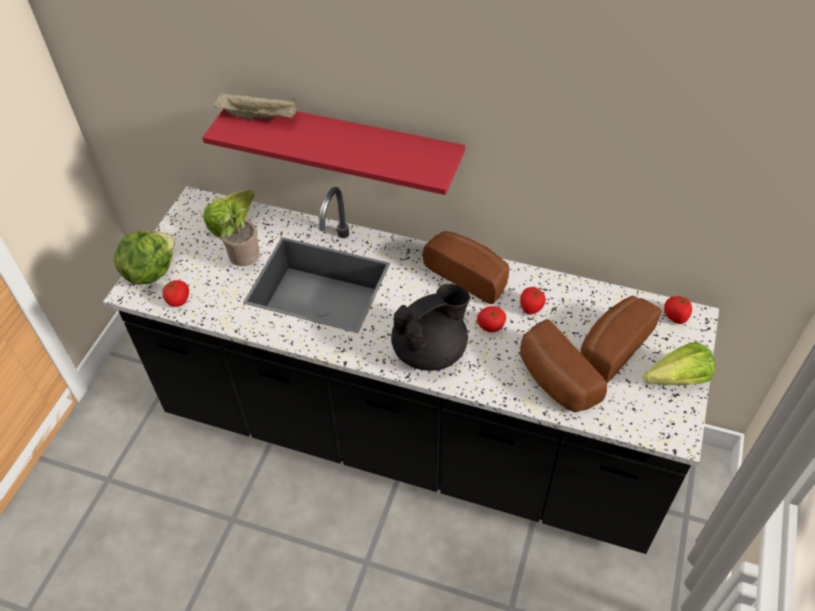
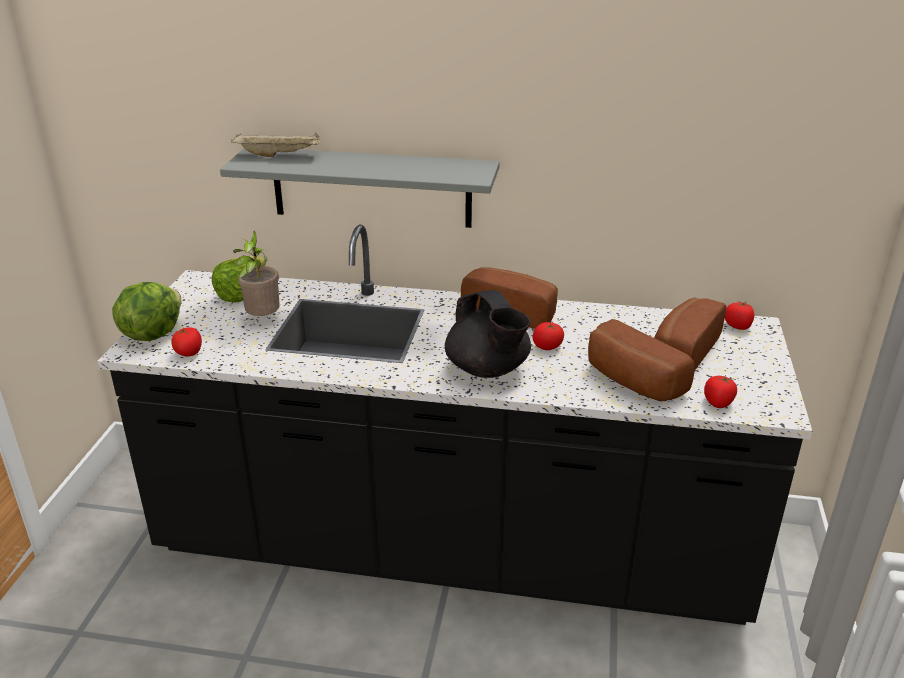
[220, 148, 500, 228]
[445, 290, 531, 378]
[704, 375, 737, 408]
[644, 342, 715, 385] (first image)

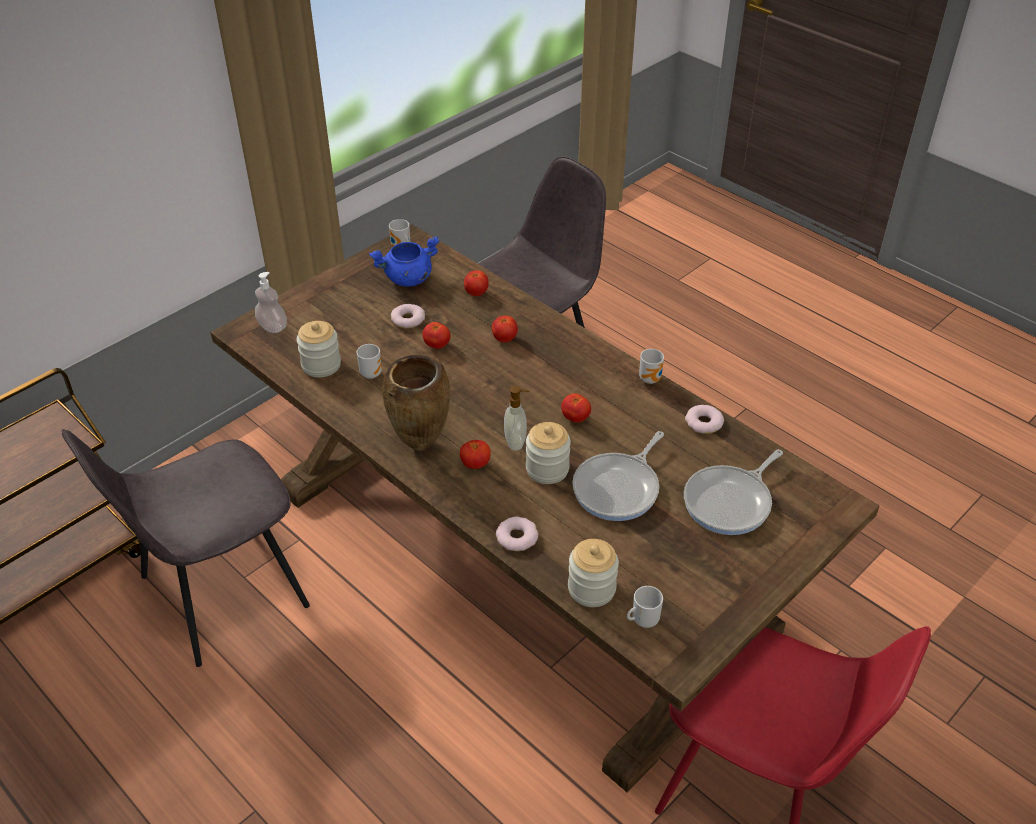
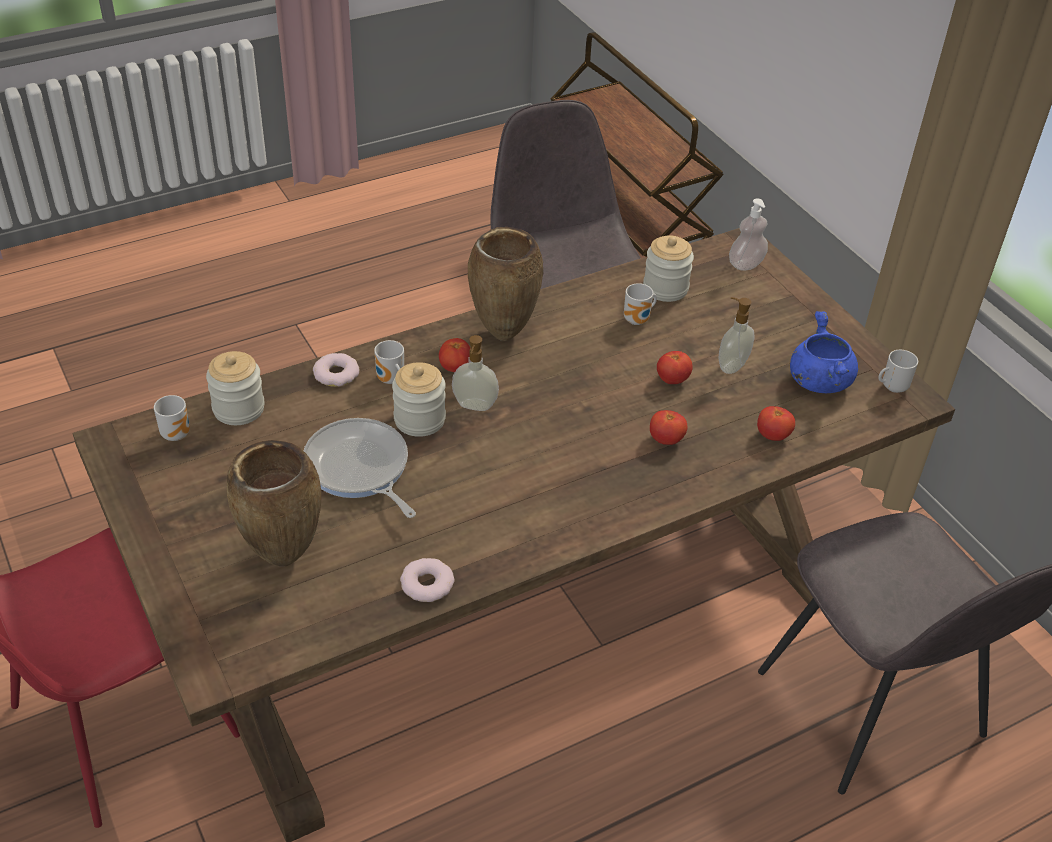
[226, 440, 321, 567]
[374, 340, 404, 384]
[719, 297, 755, 374]
[561, 393, 591, 423] (first image)

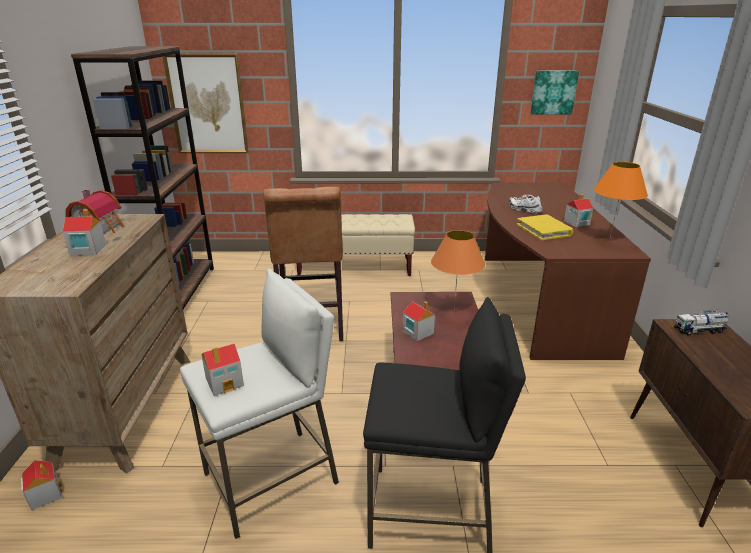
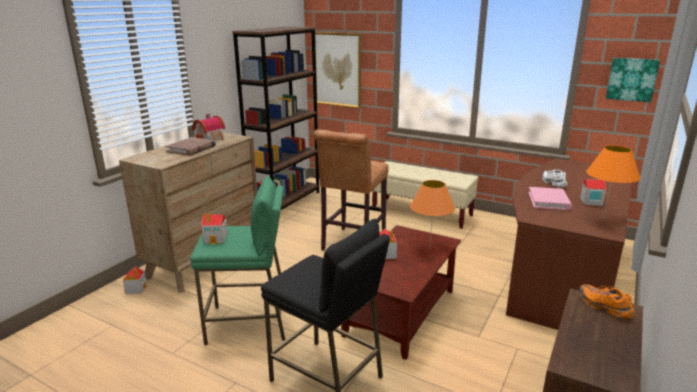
[165, 137, 216, 156]
[190, 176, 285, 345]
[528, 187, 572, 210]
[579, 284, 634, 319]

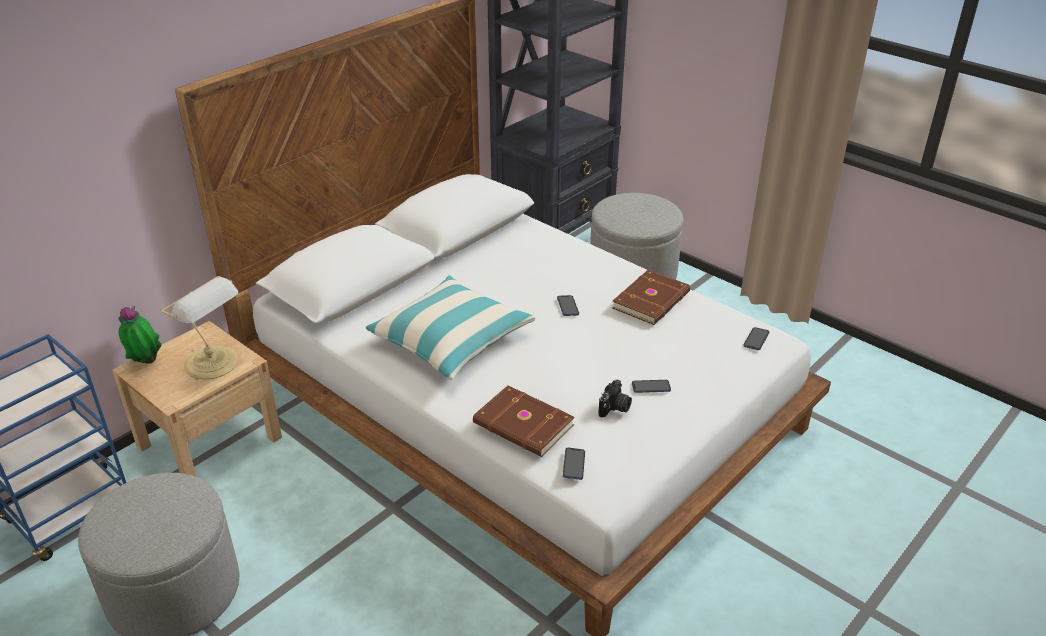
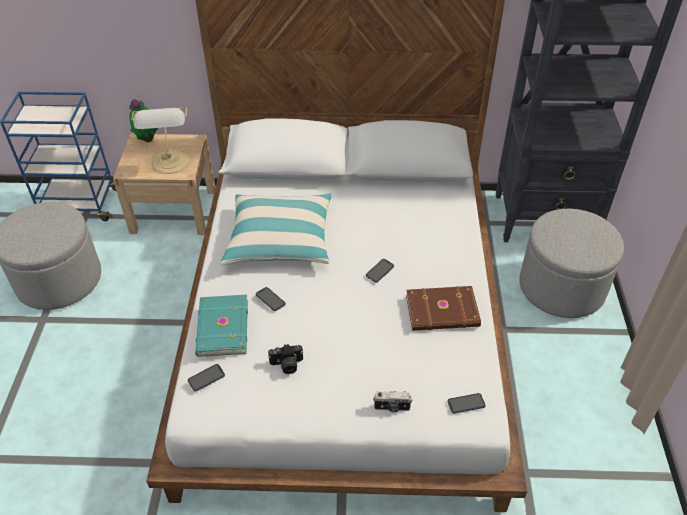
[195, 295, 248, 357]
[256, 287, 286, 311]
[373, 391, 413, 412]

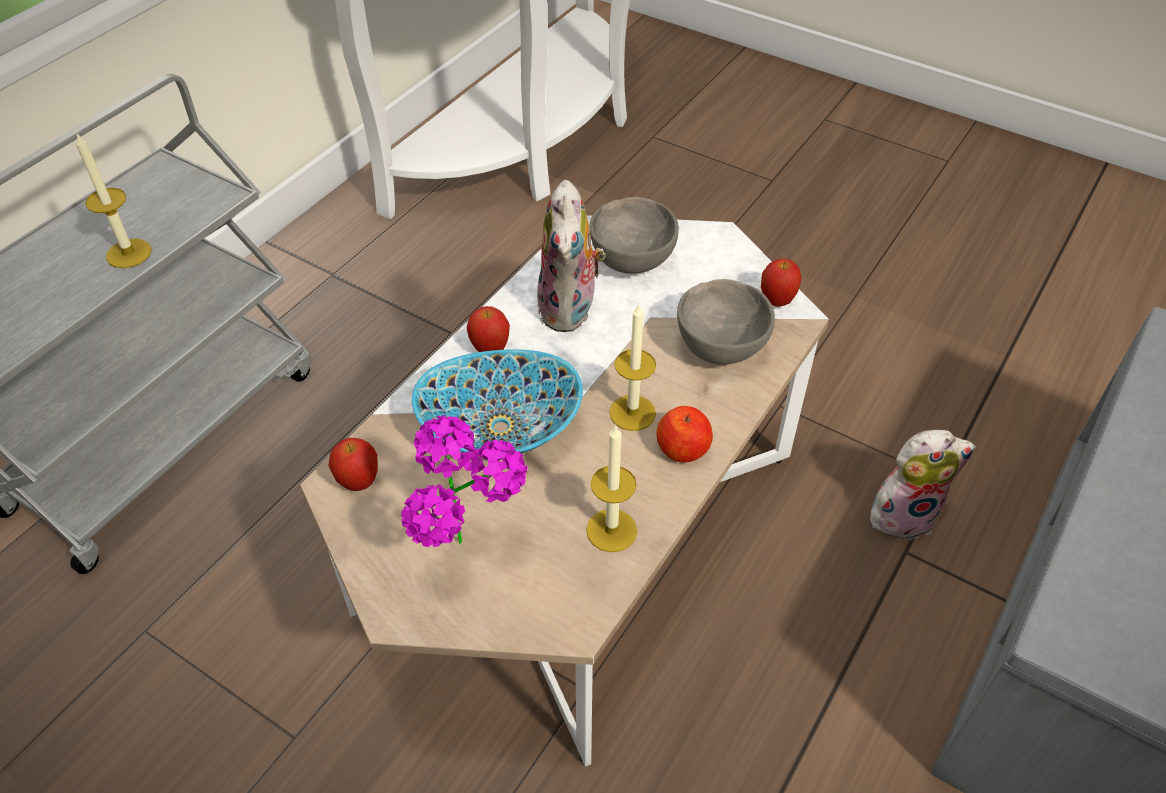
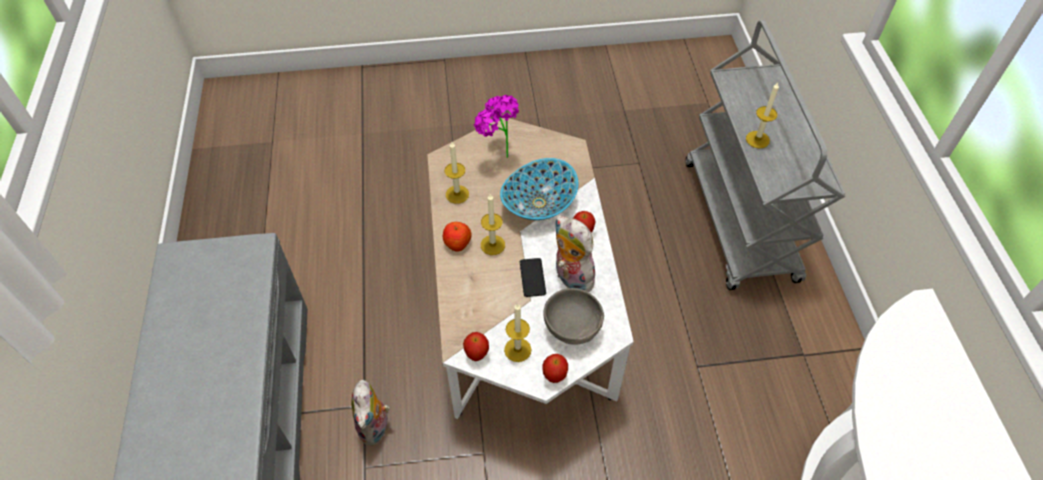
[351, 380, 390, 445]
[504, 303, 531, 362]
[520, 258, 546, 297]
[542, 354, 568, 383]
[677, 279, 775, 365] (first image)

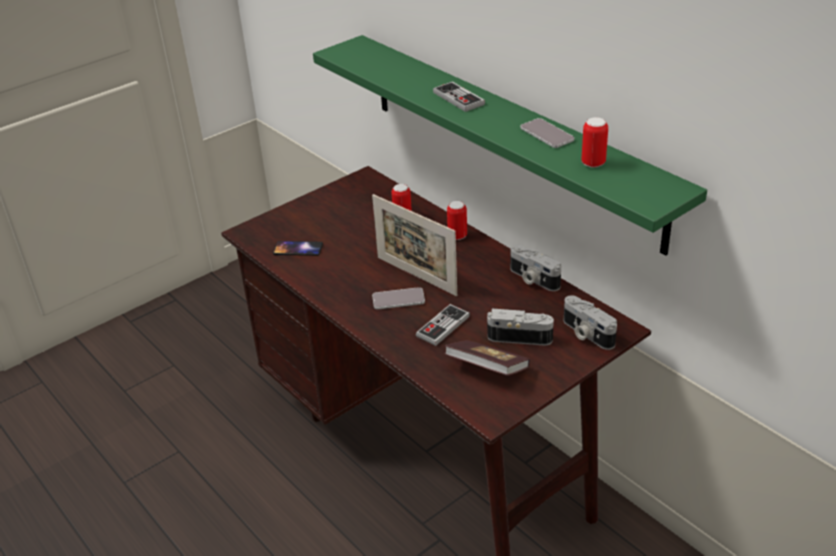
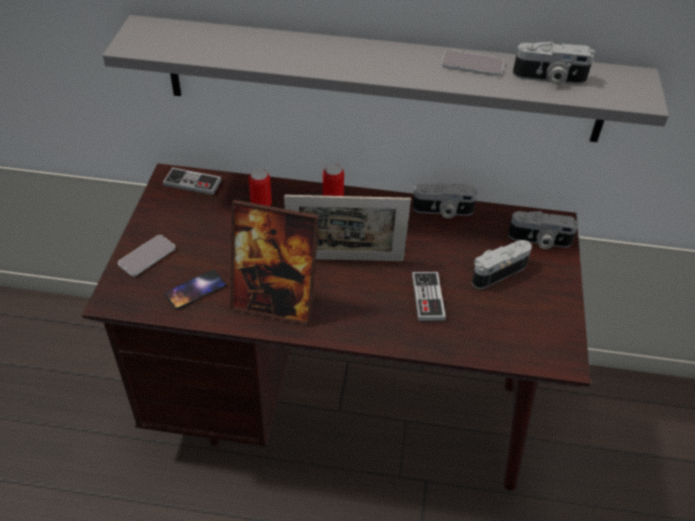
[103, 15, 669, 142]
[118, 235, 176, 276]
[163, 167, 221, 195]
[230, 200, 319, 326]
[513, 41, 595, 85]
[444, 340, 530, 376] (first image)

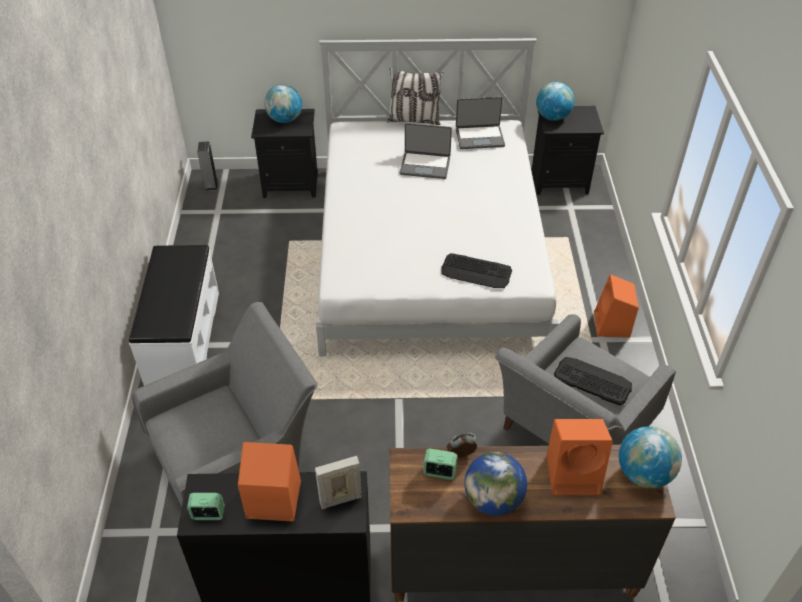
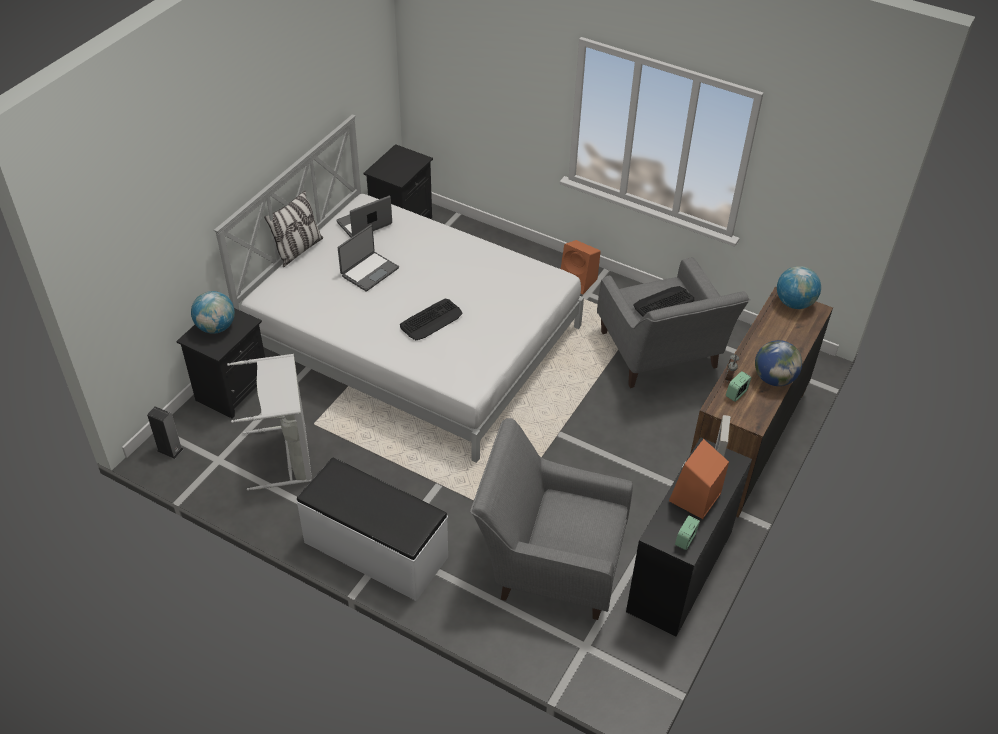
[227, 354, 312, 491]
[337, 196, 392, 238]
[400, 299, 463, 340]
[470, 418, 633, 620]
[536, 82, 574, 121] (first image)
[547, 419, 613, 495] (first image)

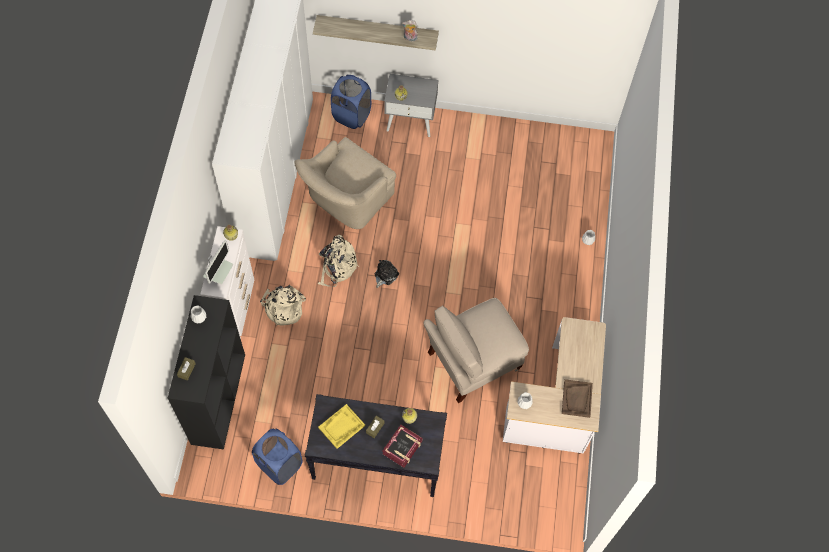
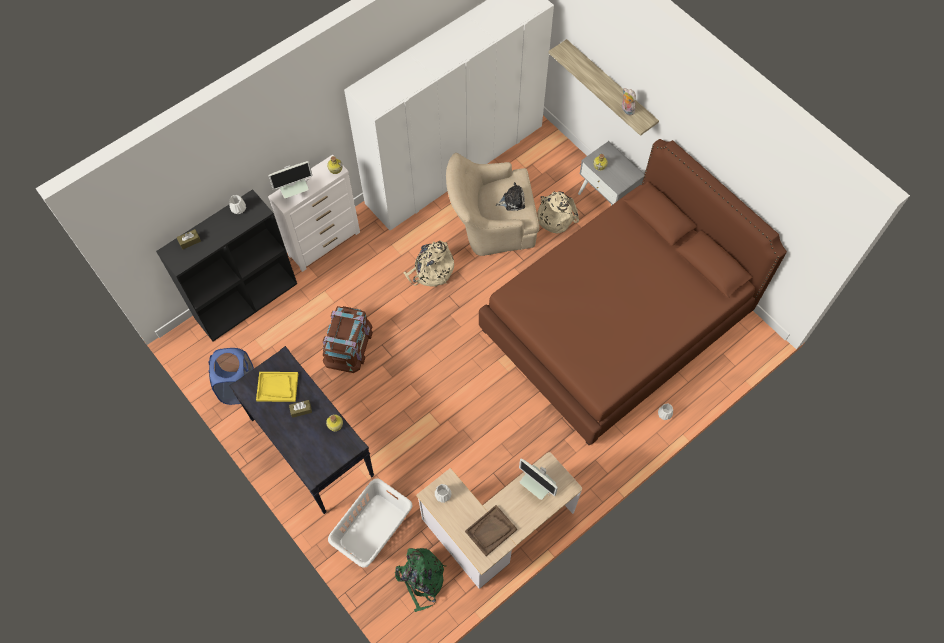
[323, 306, 373, 373]
[328, 479, 412, 568]
[395, 548, 447, 612]
[479, 139, 787, 445]
[496, 182, 525, 211]
[519, 458, 558, 500]
[537, 191, 579, 234]
[331, 75, 371, 129] (first image)
[382, 425, 423, 468] (first image)
[423, 298, 529, 403] (first image)

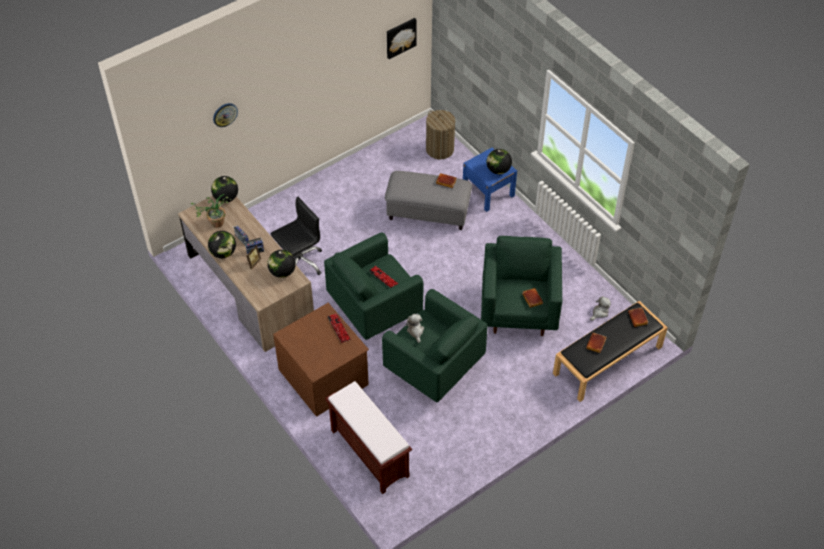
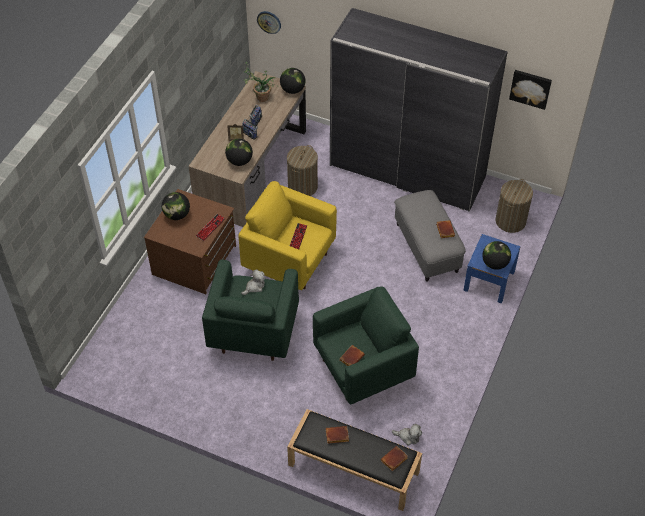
[162, 192, 190, 220]
[238, 181, 337, 290]
[257, 11, 281, 34]
[287, 145, 318, 196]
[330, 8, 508, 212]
[325, 381, 412, 494] (first image)

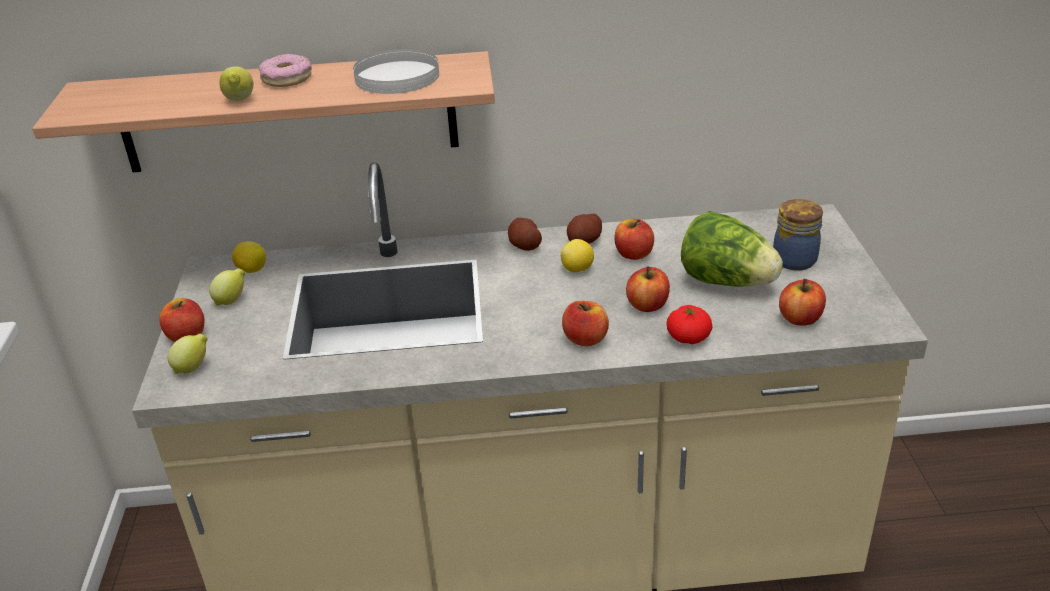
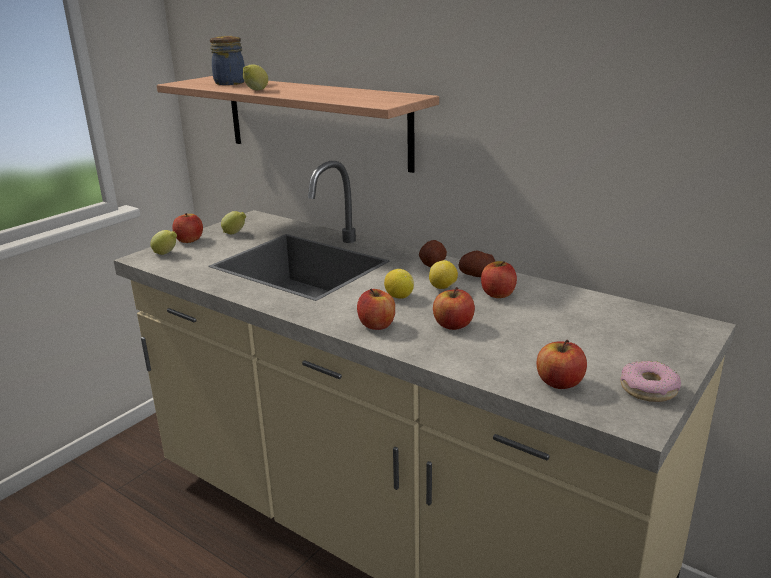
[210, 36, 245, 85]
[384, 269, 414, 299]
[620, 361, 681, 402]
[353, 49, 439, 94] (first image)
[666, 305, 713, 344] (first image)
[681, 211, 783, 286] (first image)

